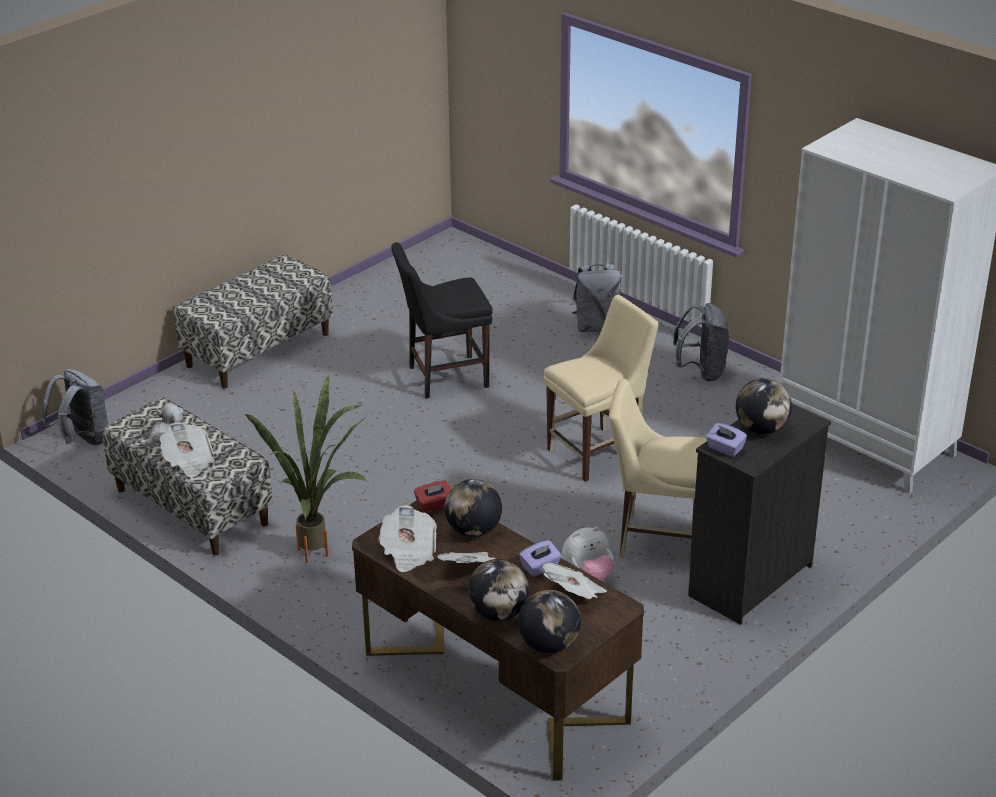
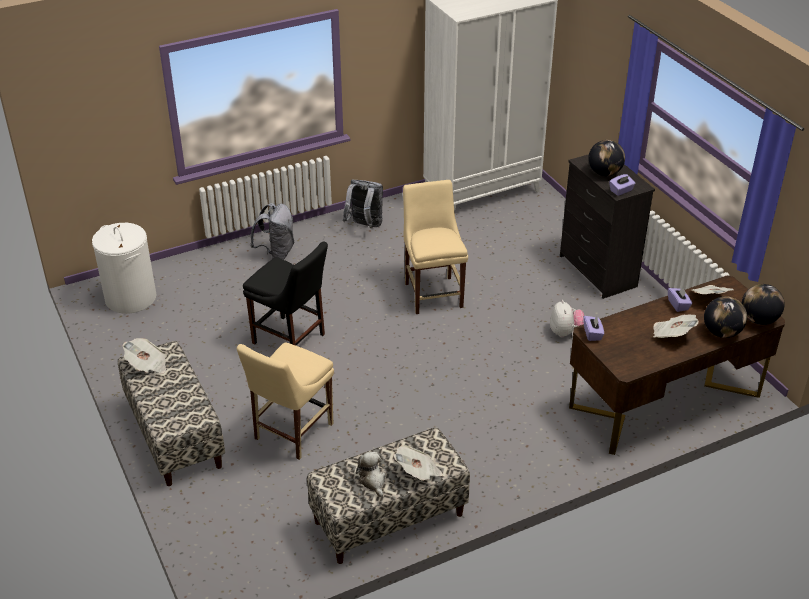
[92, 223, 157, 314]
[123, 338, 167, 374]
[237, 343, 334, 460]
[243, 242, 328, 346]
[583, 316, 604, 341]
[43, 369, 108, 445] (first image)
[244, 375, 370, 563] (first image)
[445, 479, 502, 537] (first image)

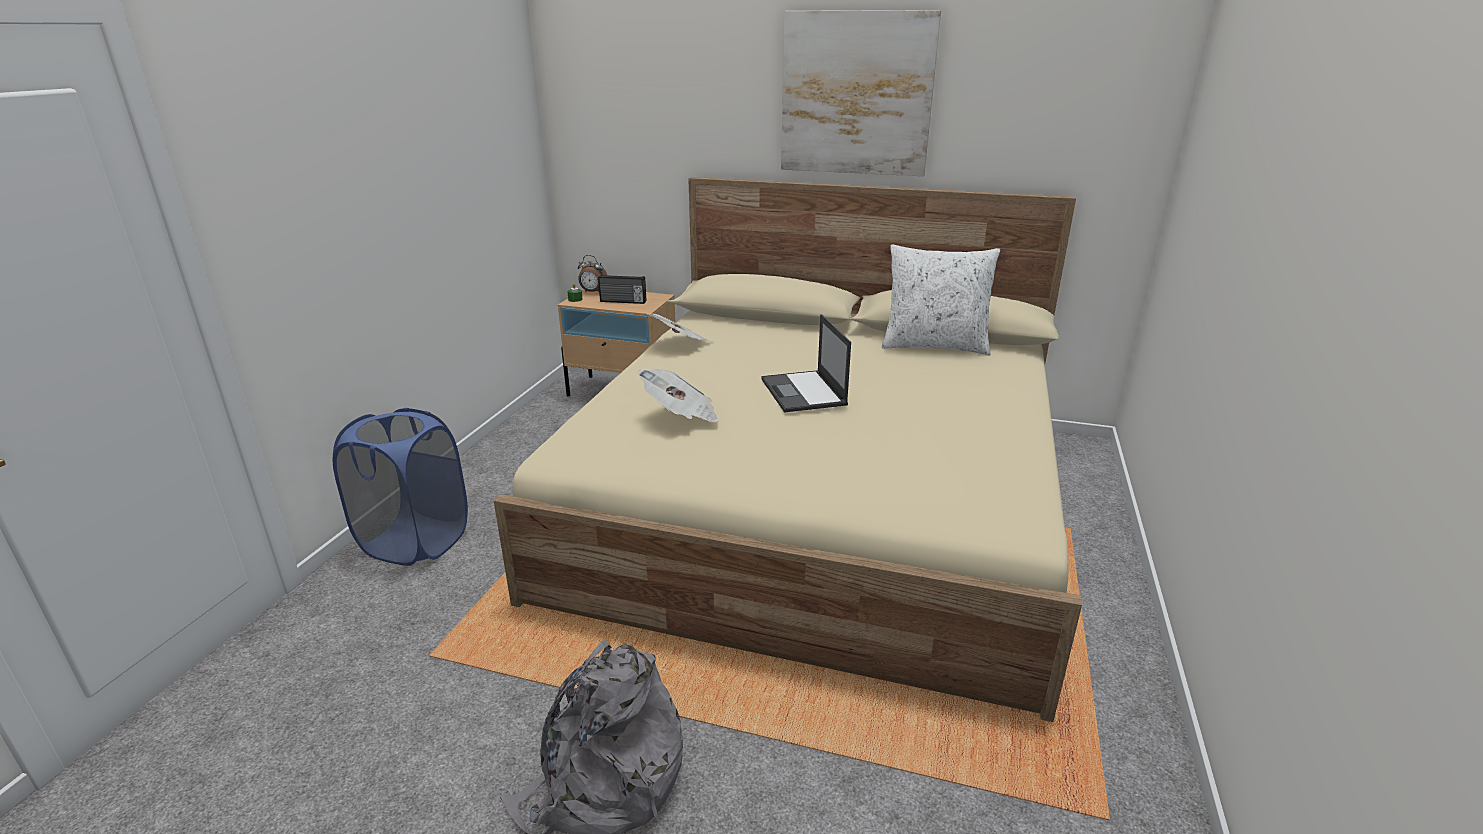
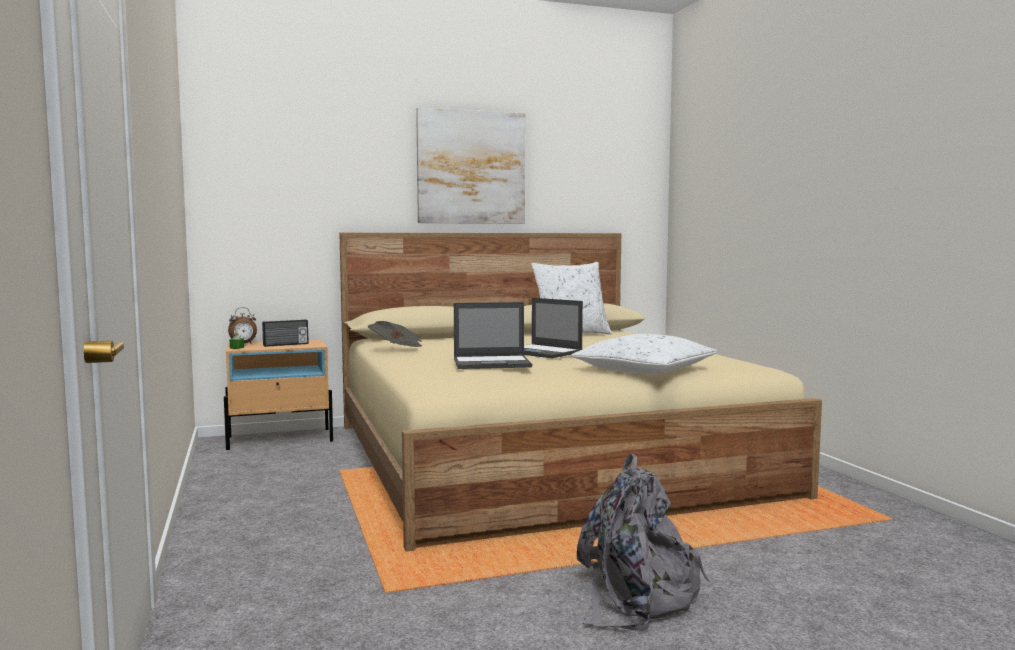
[454, 302, 532, 369]
[571, 334, 717, 375]
[333, 408, 468, 566] (first image)

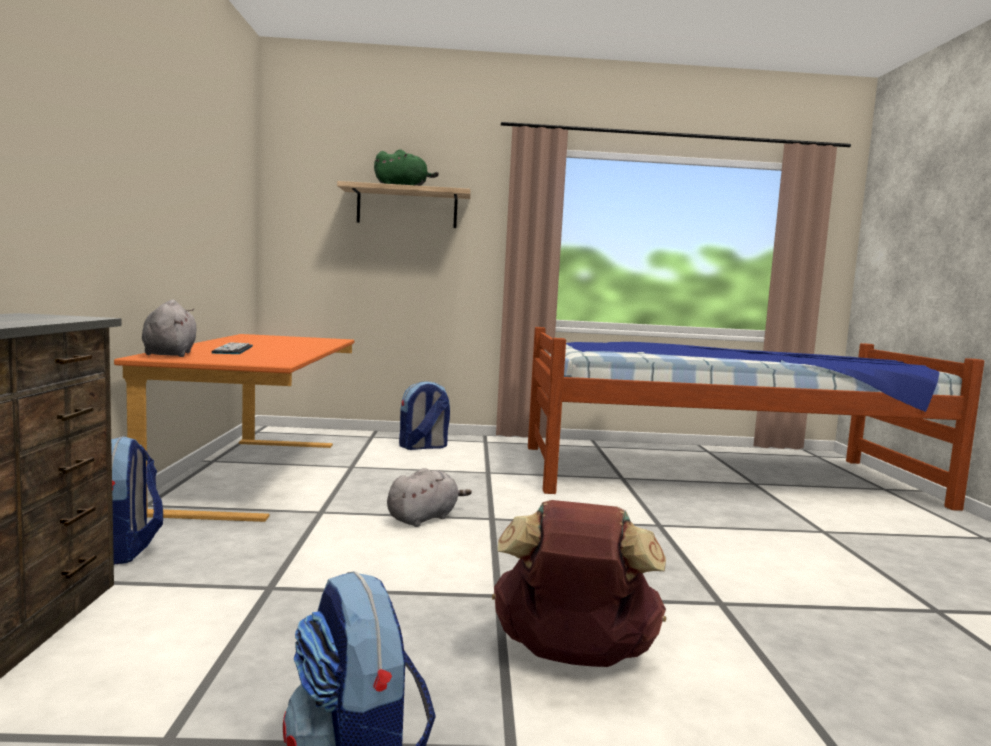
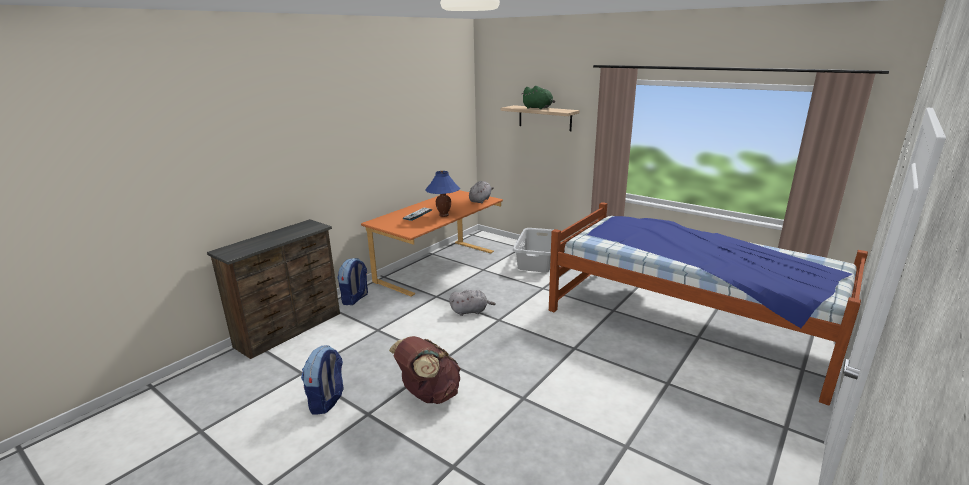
[425, 171, 460, 217]
[469, 181, 494, 204]
[513, 228, 553, 272]

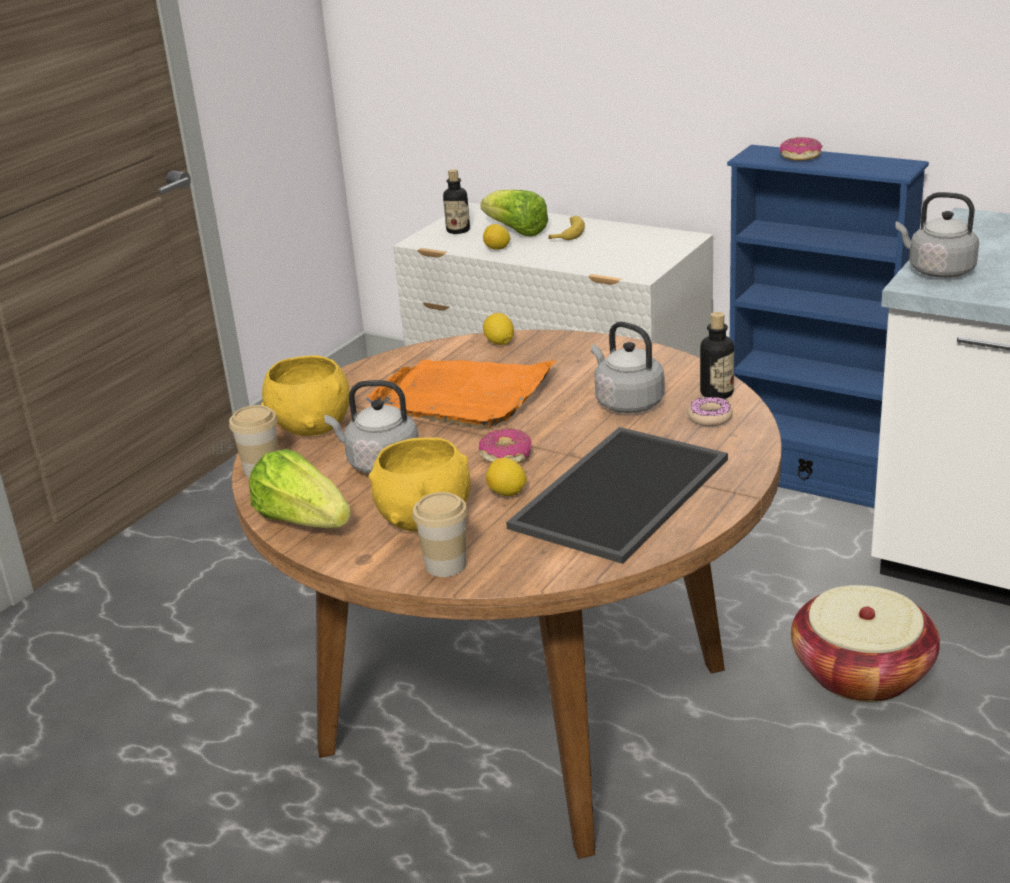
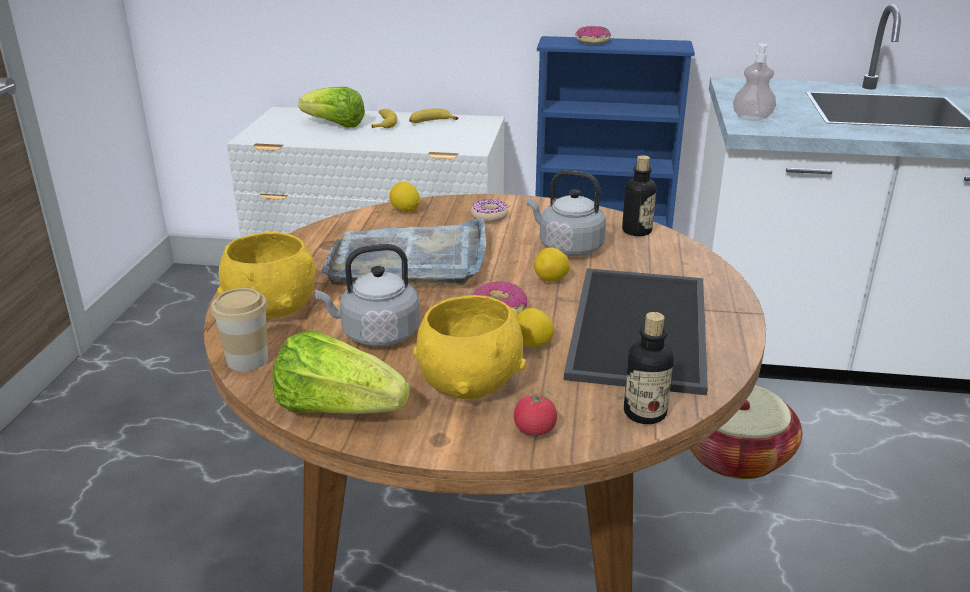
[321, 217, 486, 286]
[409, 108, 458, 123]
[471, 199, 508, 222]
[514, 391, 557, 436]
[534, 247, 570, 282]
[624, 312, 674, 424]
[733, 44, 776, 120]

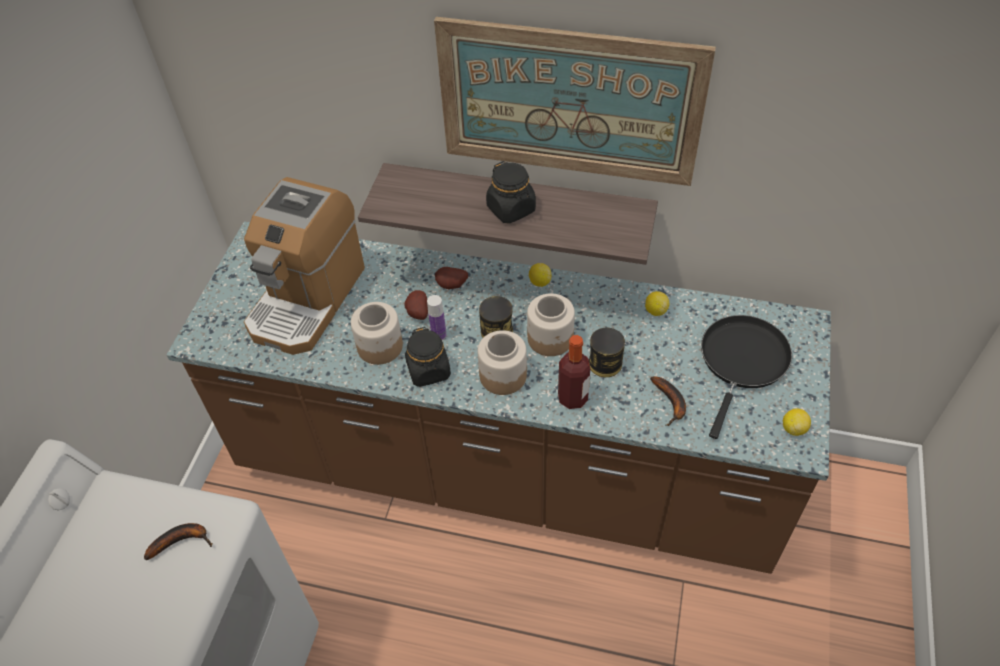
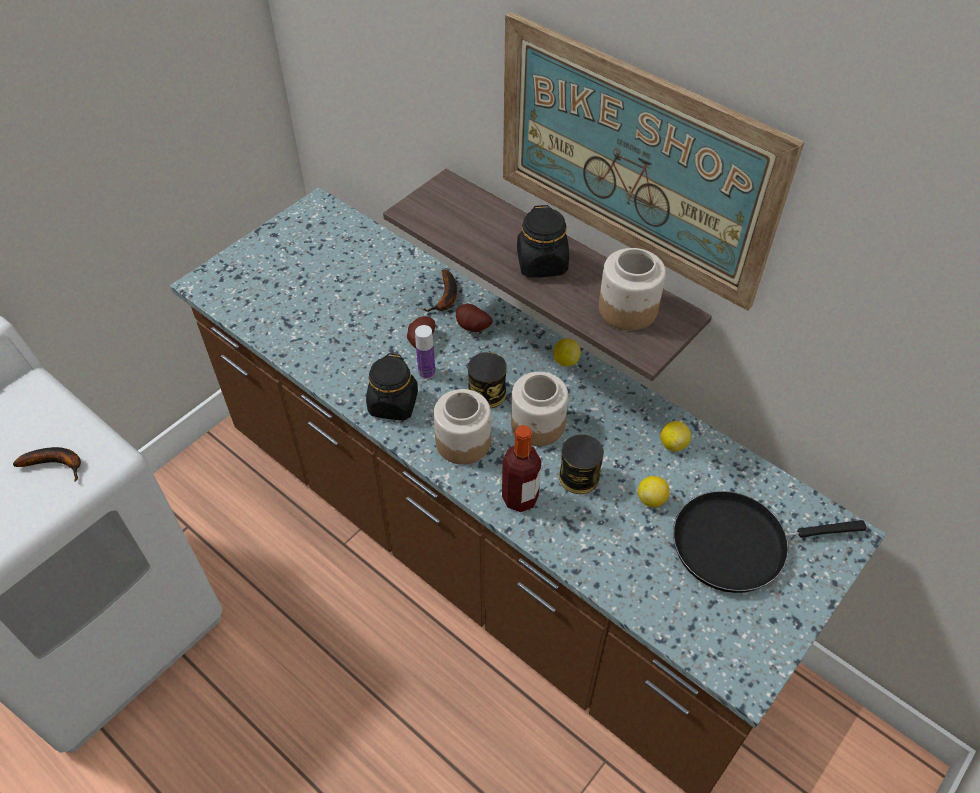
[423, 270, 457, 312]
[599, 248, 666, 330]
[638, 476, 669, 507]
[673, 491, 867, 593]
[244, 177, 365, 355] (first image)

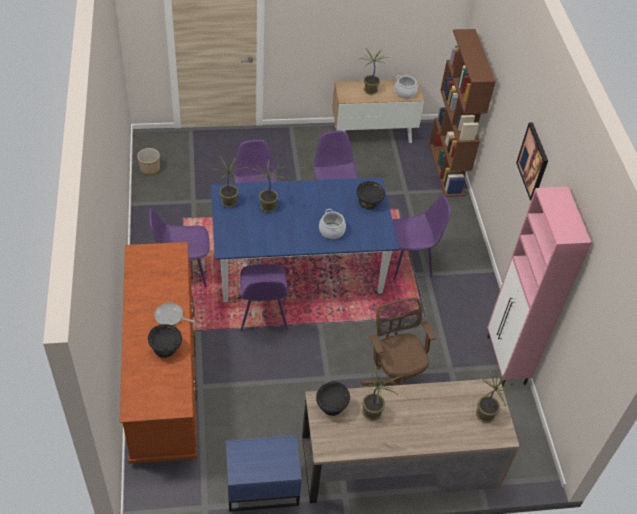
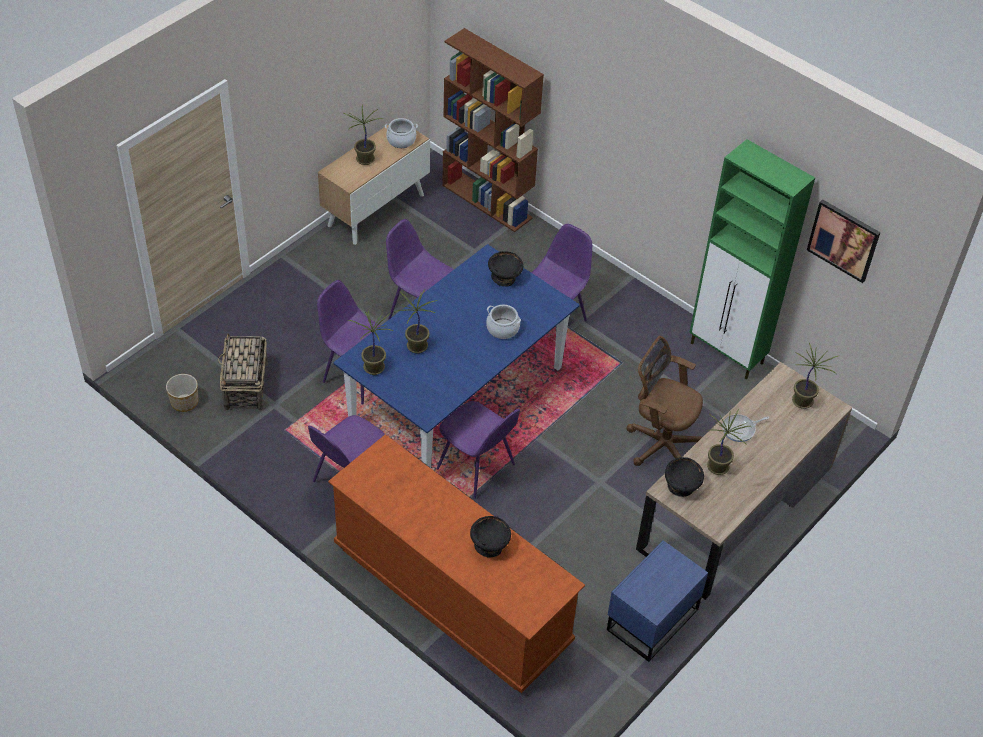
[218, 334, 268, 410]
[689, 139, 815, 380]
[722, 414, 769, 442]
[807, 199, 881, 283]

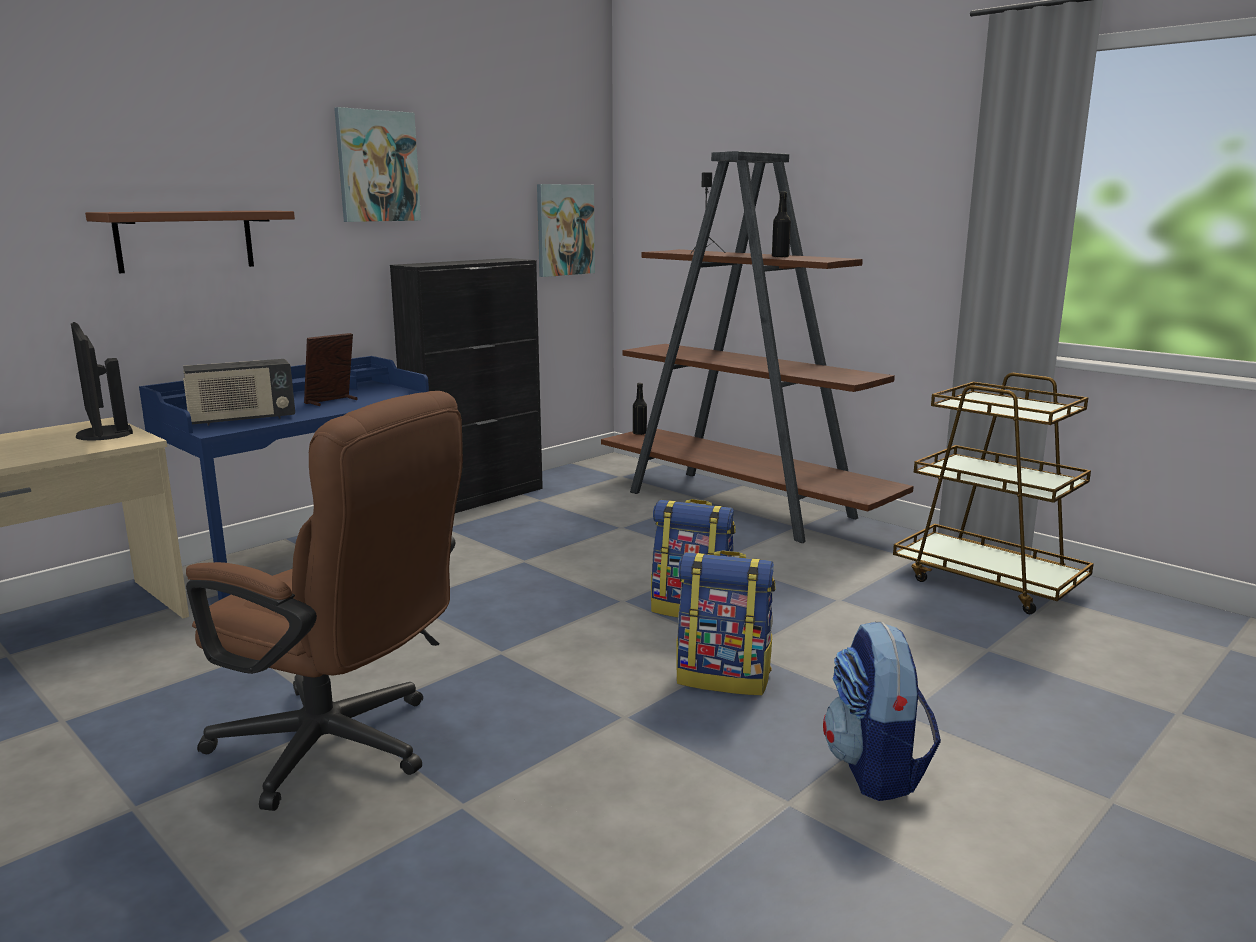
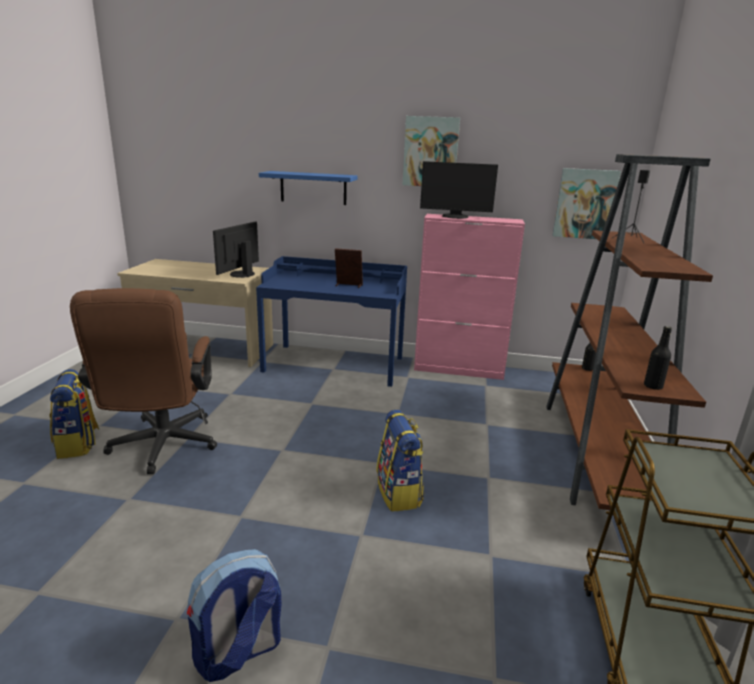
[49, 369, 99, 459]
[259, 171, 357, 205]
[414, 214, 525, 380]
[420, 161, 498, 219]
[644, 326, 672, 390]
[183, 359, 295, 426] (first image)

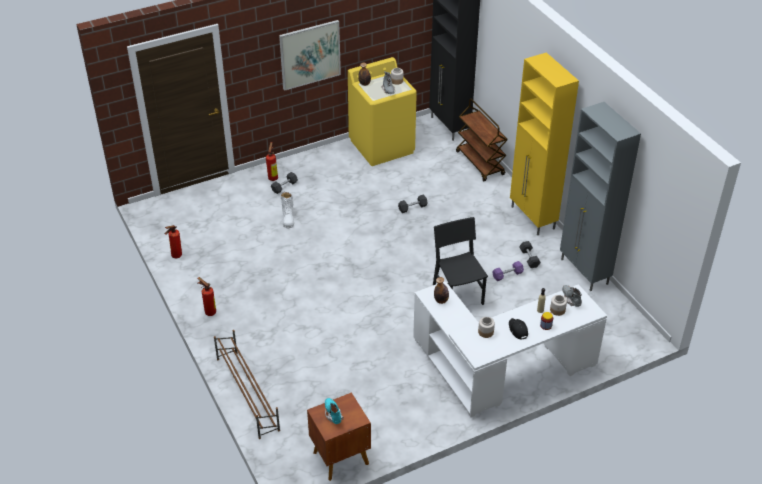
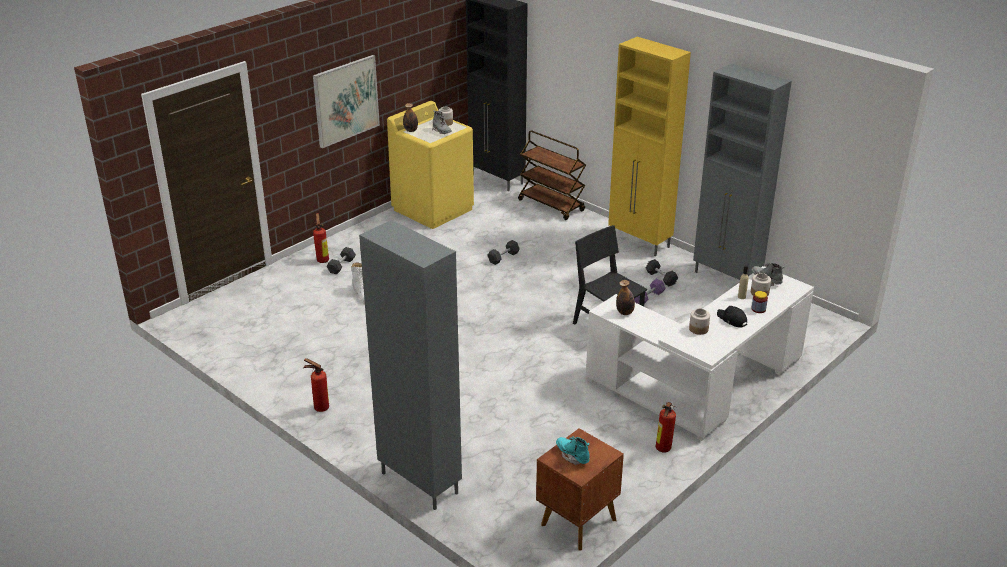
[359, 220, 462, 510]
[656, 402, 677, 452]

